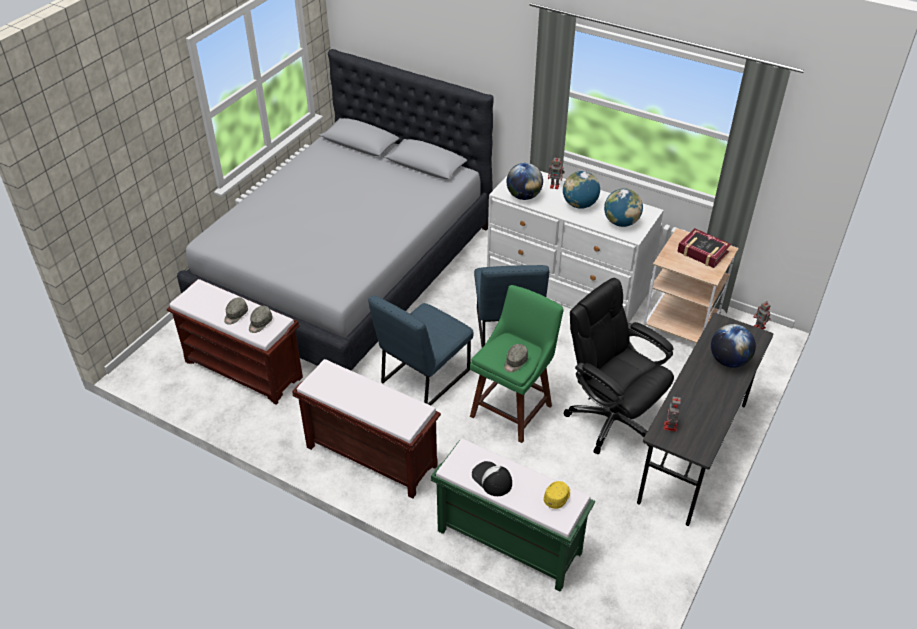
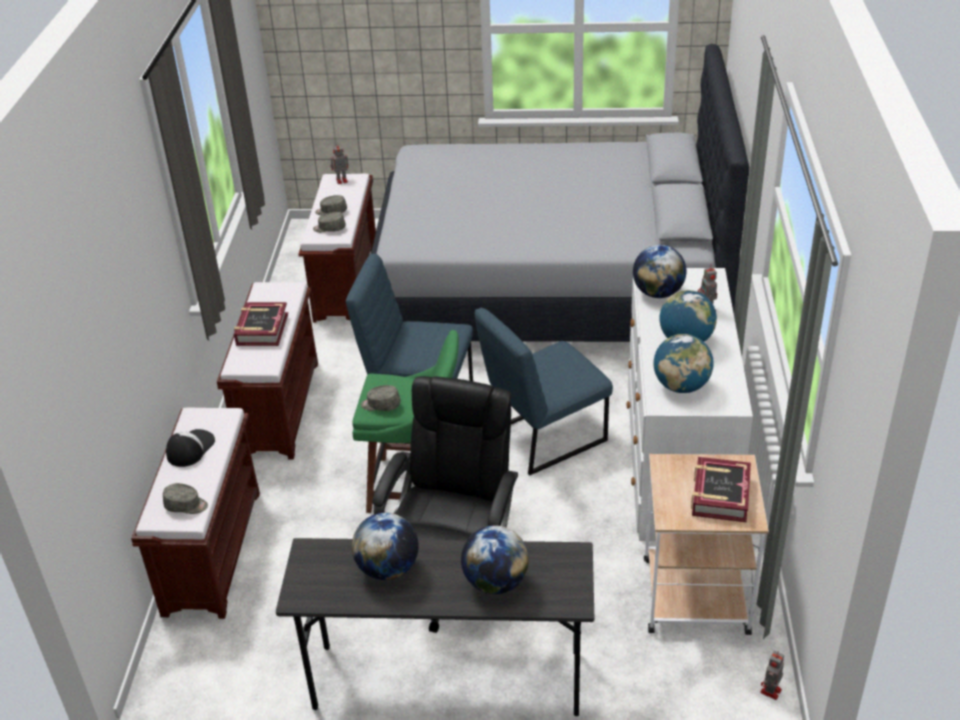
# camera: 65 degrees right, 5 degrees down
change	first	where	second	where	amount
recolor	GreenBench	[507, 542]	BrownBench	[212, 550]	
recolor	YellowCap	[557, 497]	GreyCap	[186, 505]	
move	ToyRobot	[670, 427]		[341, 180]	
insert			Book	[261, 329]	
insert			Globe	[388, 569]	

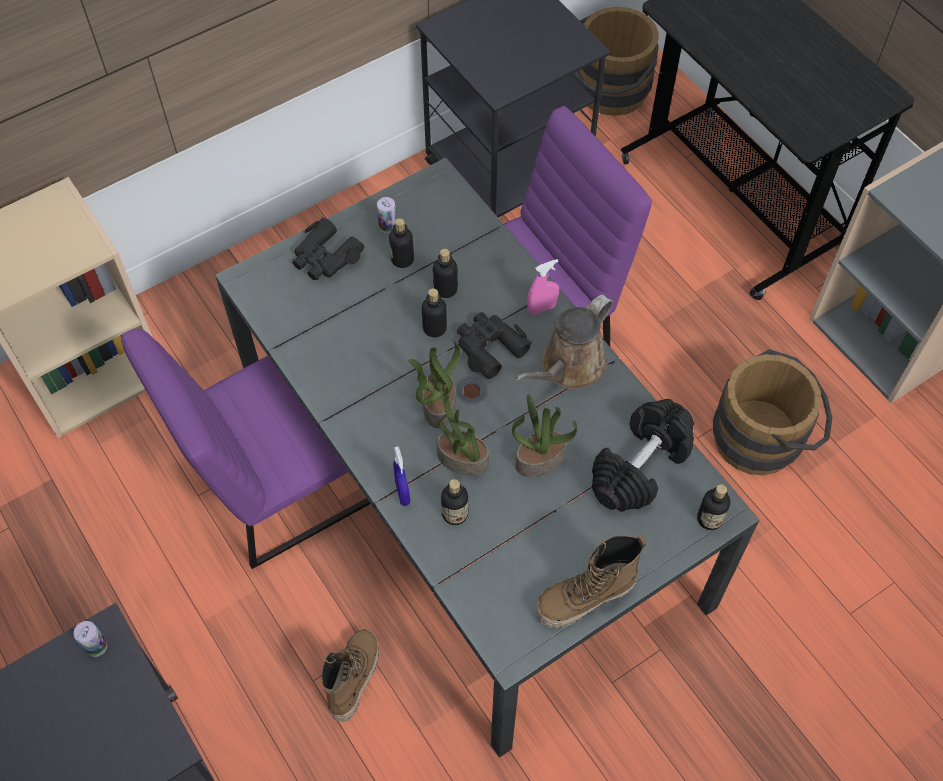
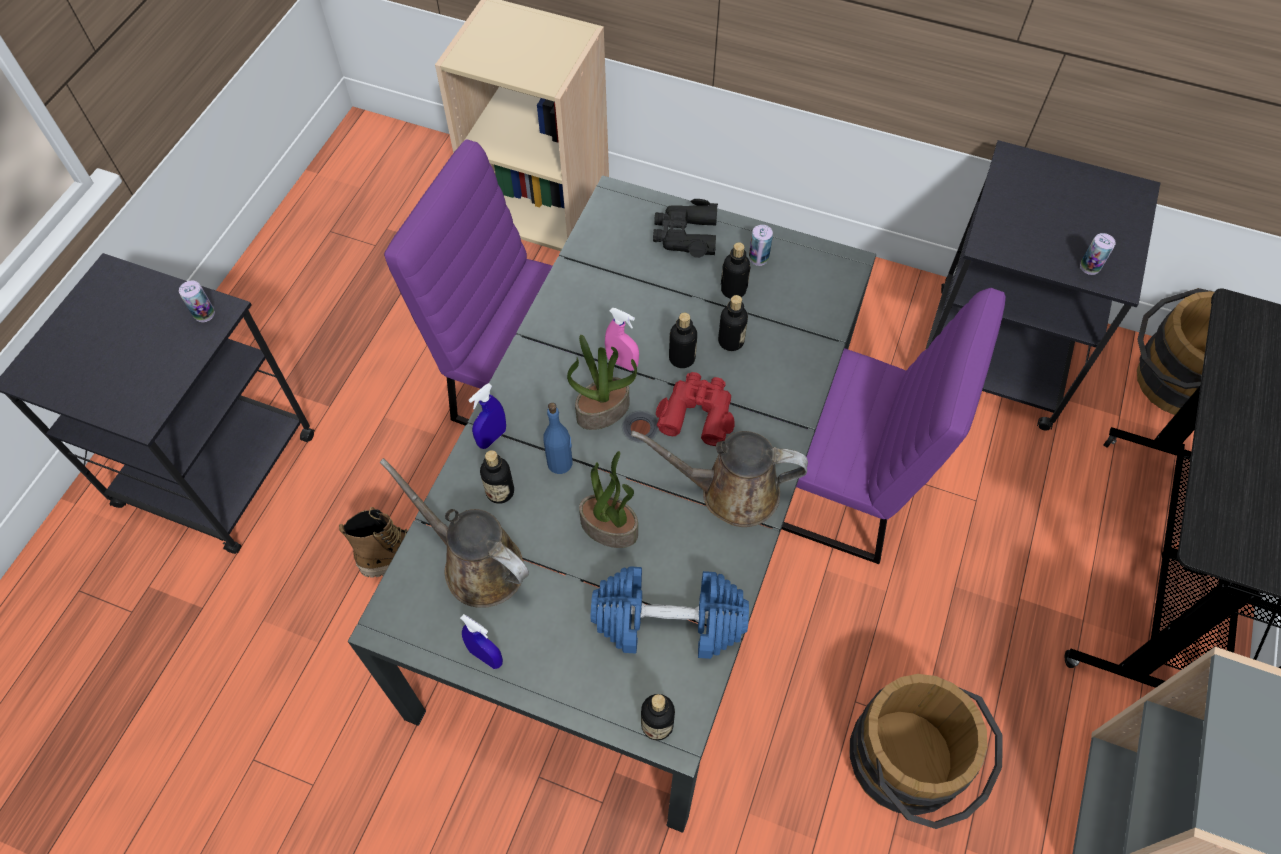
# camera: 55 degrees right, 0 degrees up
change	first	where	second	where	amount
replace	PottedPlant	[461, 459]	BlueBottle	[560, 463]	
recolor	BlackBinoculars	[489, 347]	RedBinoculars	[697, 412]	
move	PinkSprayBottle	[542, 308]		[622, 363]	
replace	Boot	[585, 599]	BlueSprayBottle	[486, 656]	
recolor	BlackDumbbell	[640, 467]	BlueDumbbell	[668, 622]	
insert			BrownWateringCan	[477, 564]	
insert			Can	[1089, 267]	

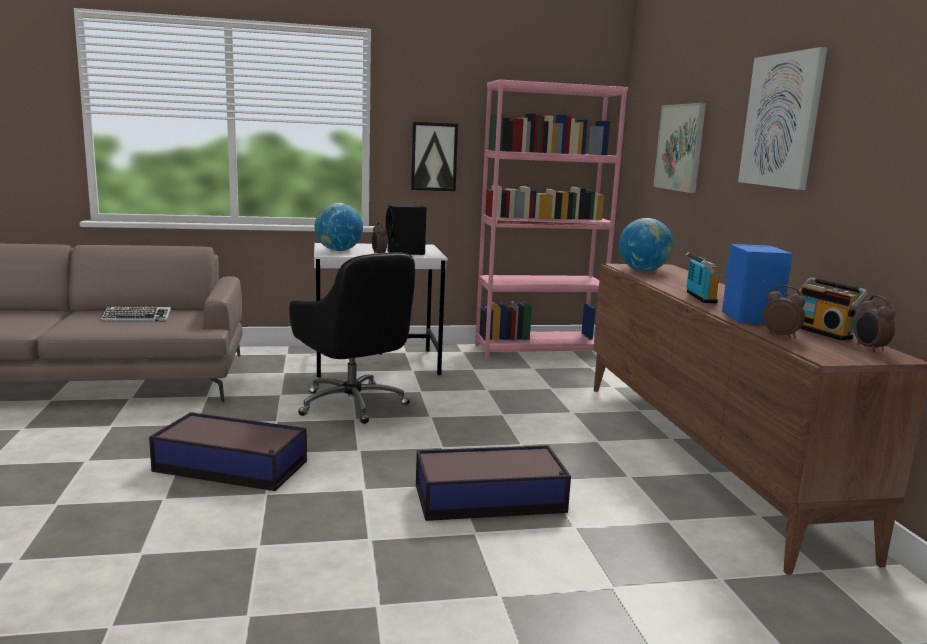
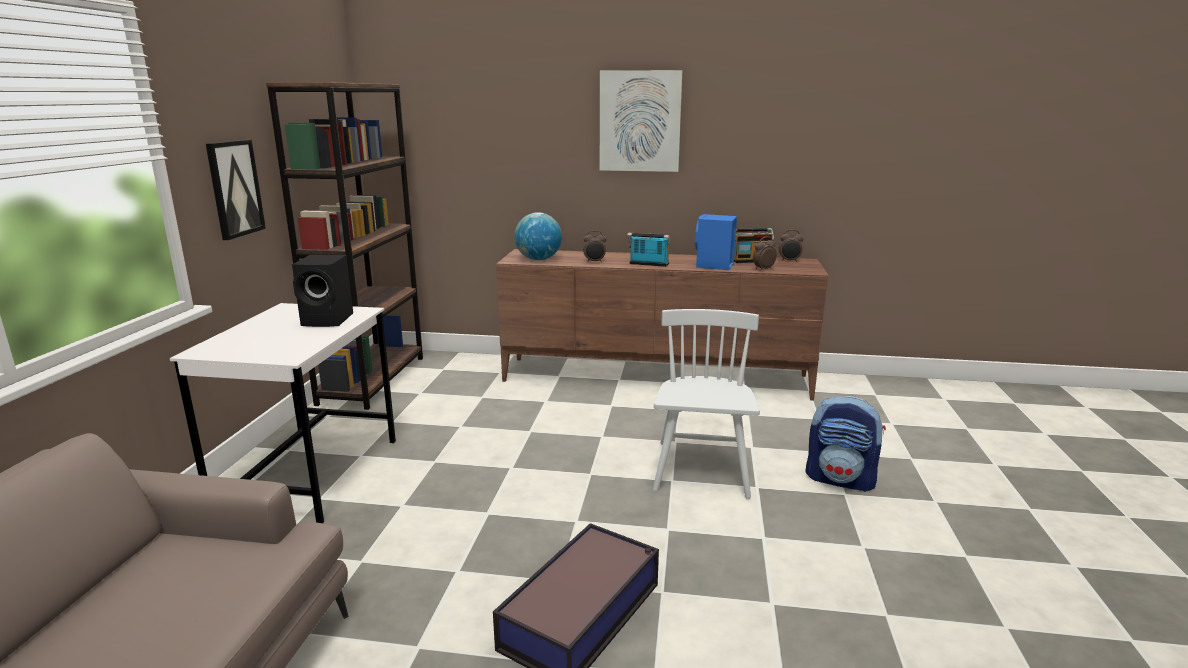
# camera: 70 degrees left, 5 degrees up
change	first	where	second	where	amount
delete	Keyboard	[137, 318]			
delete	BlackOfficeChair	[351, 404]			
delete	Globe	[338, 250]			
move	AlarmClock	[378, 254]		[594, 262]	
replace	StorageBox	[491, 498]	WhiteChair	[701, 469]	
recolor	PinkBookcase	[538, 351]	BrownBookcase	[373, 380]	
delete	Picture	[680, 147]			
insert			Backpack	[841, 479]	

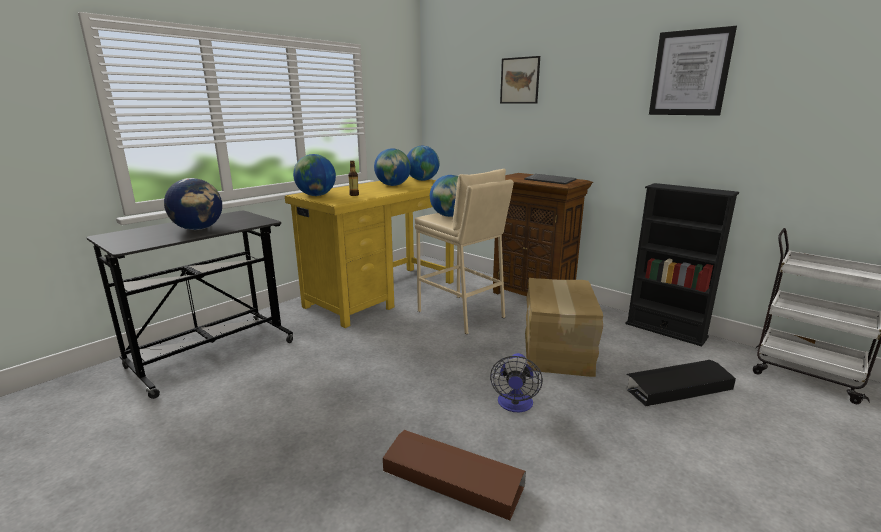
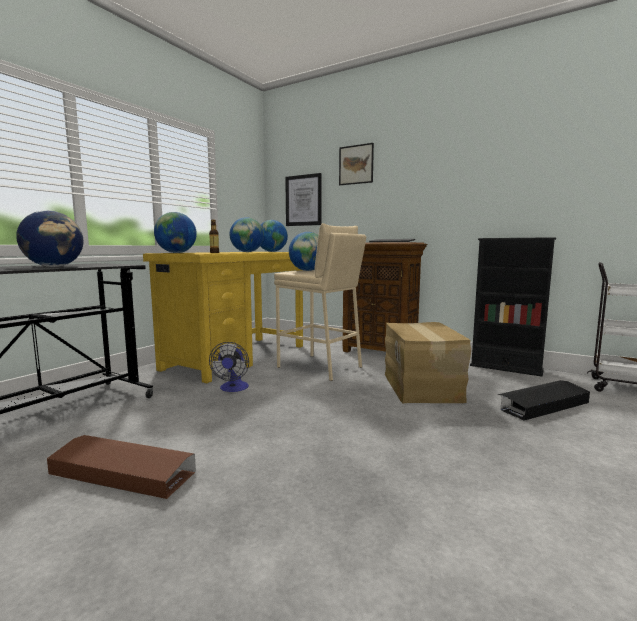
# camera: 10 degrees left, 10 degrees down
change	first	where	second	where	amount
move	BrownStorageBox	[452, 479]		[122, 473]	
move	Fan	[515, 405]		[233, 388]	
move	Picture	[690, 73]		[303, 200]	

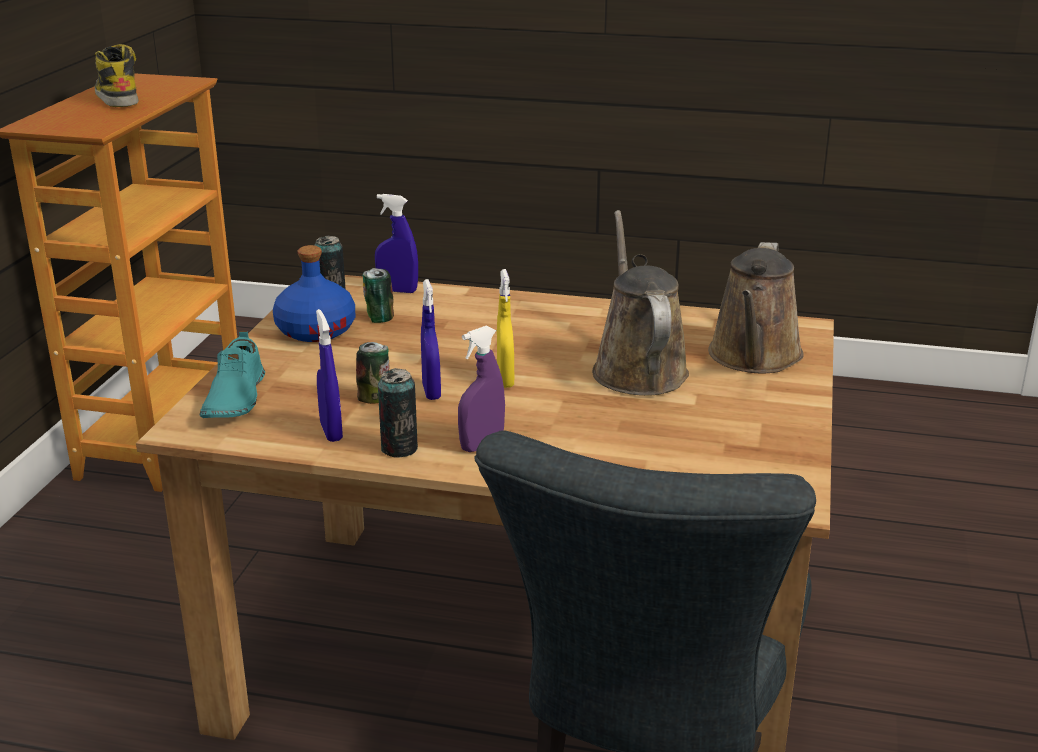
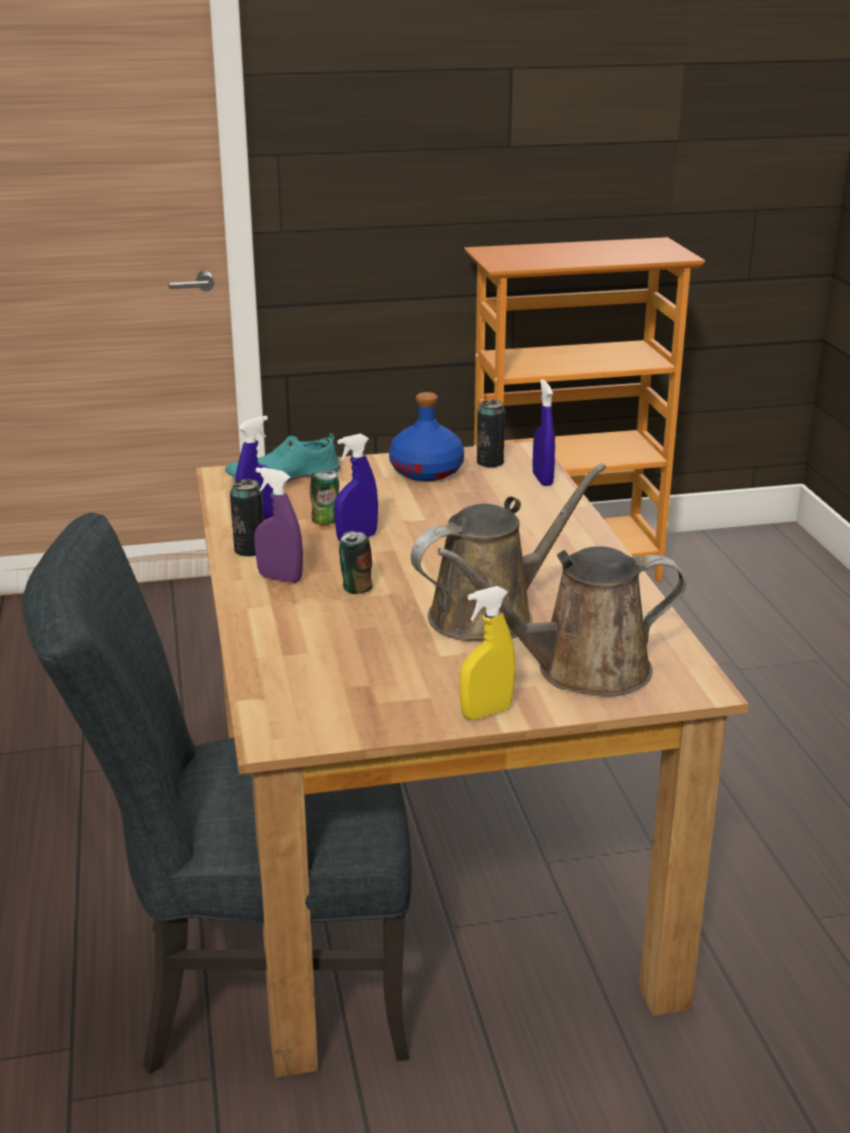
# camera: 65 degrees right, 0 degrees up
change	first	where	second	where	amount
delete	Boot	[117, 96]			
move	Can	[379, 318]		[356, 588]	
move	YellowSprayBottle	[505, 380]		[486, 712]	

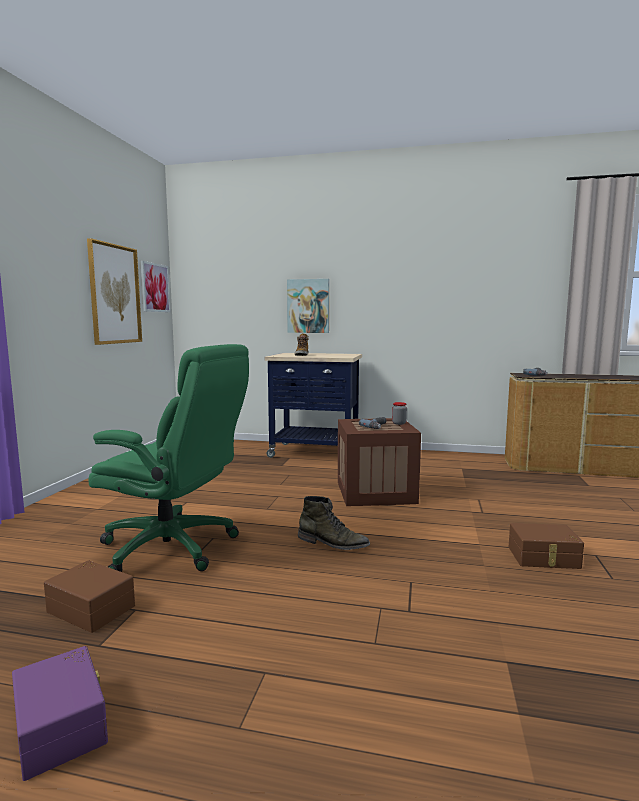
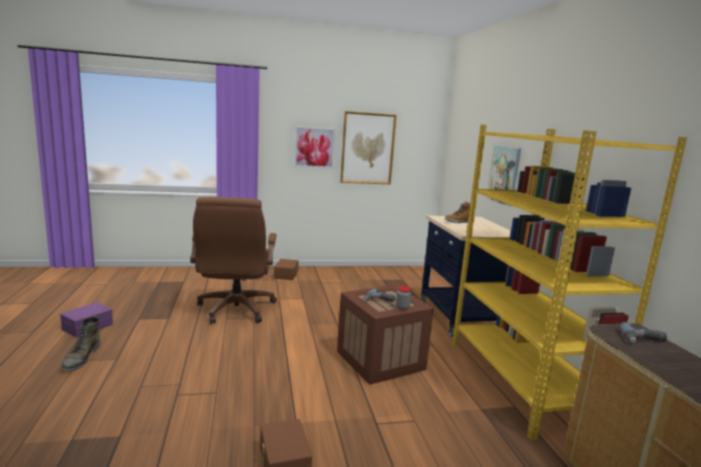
# camera: 65 degrees right, 5 degrees up
change	first	where	second	where	amount
move	BrownStorageBox	[92, 607]		[287, 275]	
recolor	GreenOfficeChair	[176, 549]	BrownOfficeChair	[234, 311]	
move	Picture	[155, 287]		[314, 147]	
move	GreenBoot	[333, 543]		[81, 358]	
insert			YellowBookcase	[522, 383]	

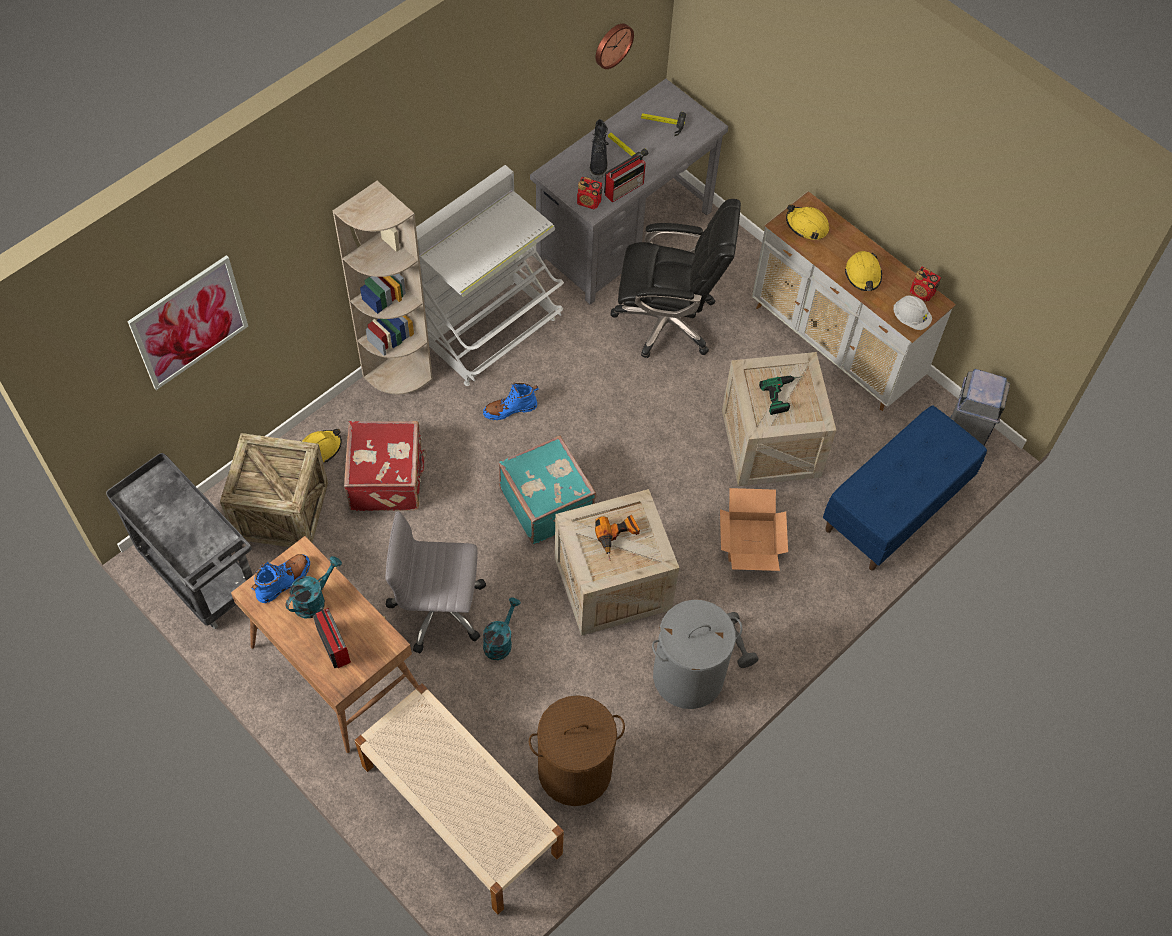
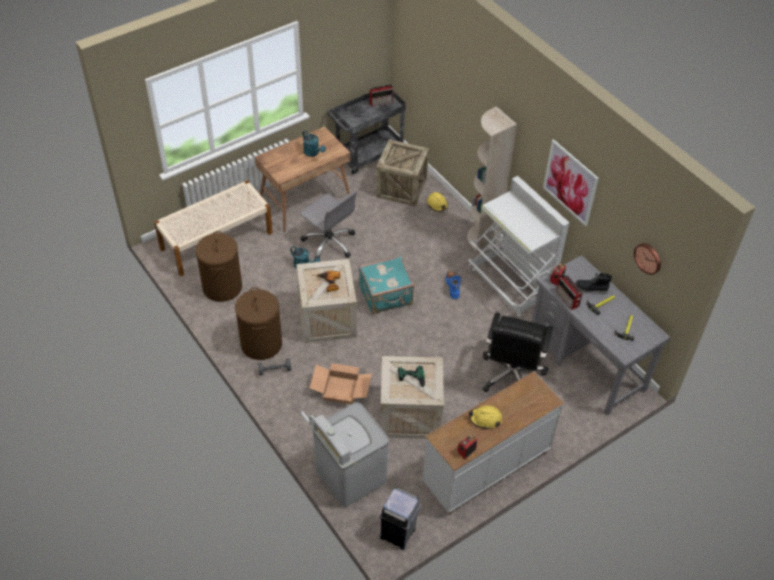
# camera: 100 degrees right, 10 degrees down
change	first	where	second	where	amount
move	Picture	[189, 322]		[570, 182]	
delete	BlueBoot	[284, 581]			
move	Radio	[334, 644]		[381, 102]	
delete	RedSuitcase	[388, 479]			
rotate	GreyOfficeChair	[438, 608]		[329, 243]	120 degrees clockwise
recolor	GreyLaundryBasket	[688, 676]	BrownLaundryBasket	[261, 344]	
delete	YellowHardHat	[806, 226]			
replace	BlueBench	[896, 507]	GreyWashingMachine	[349, 475]	
delete	WhiteHardHat	[910, 319]			

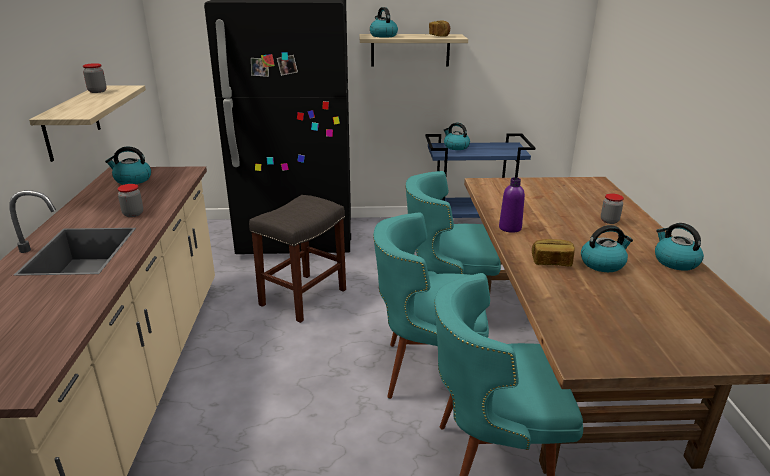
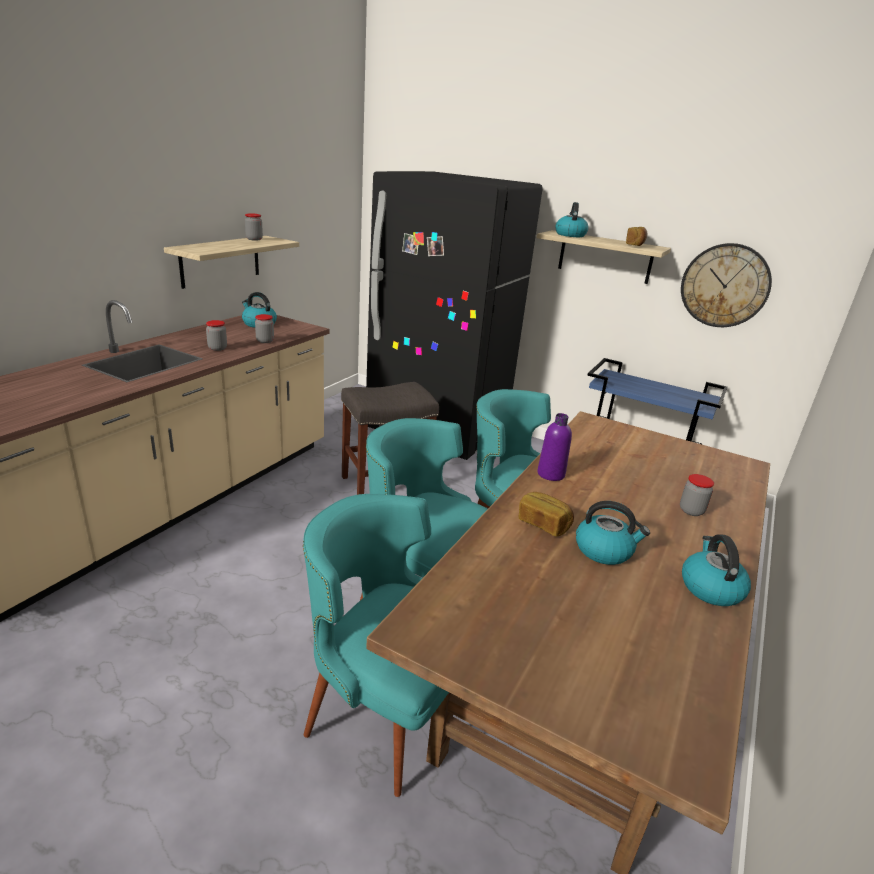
# camera: 30 degrees right, 0 degrees up
change	first	where	second	where	amount
delete	Kettle	[456, 147]			
insert			Jar	[265, 341]	
insert			WallClock	[725, 285]	

